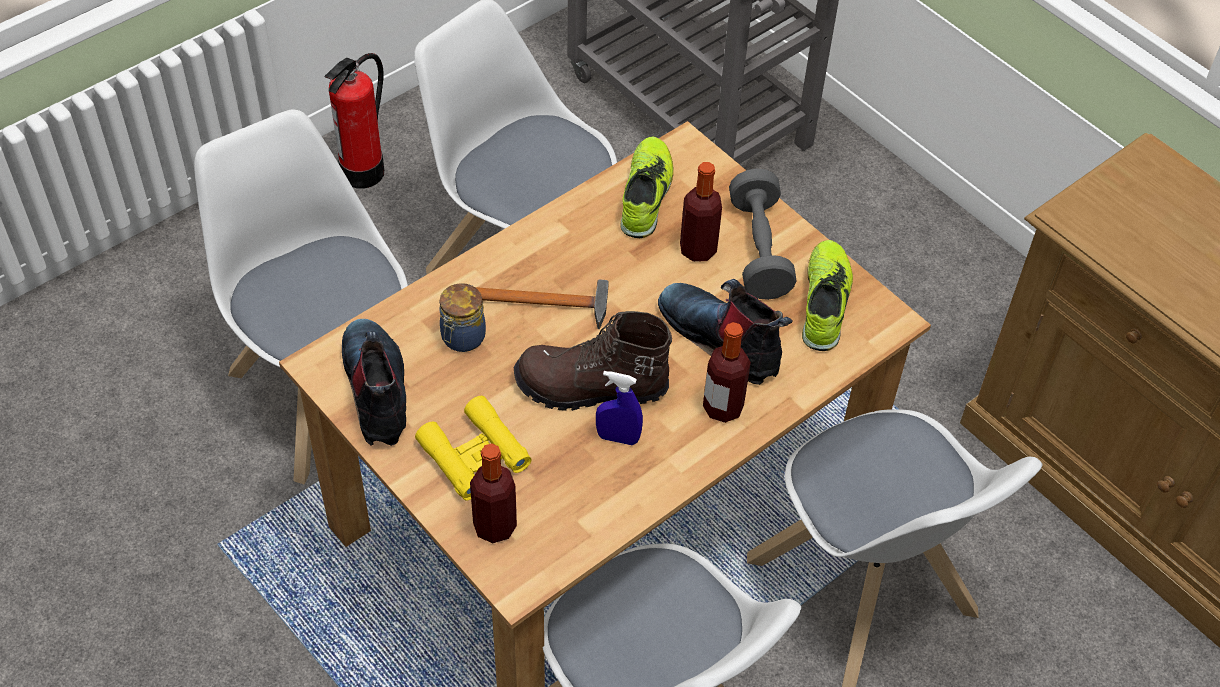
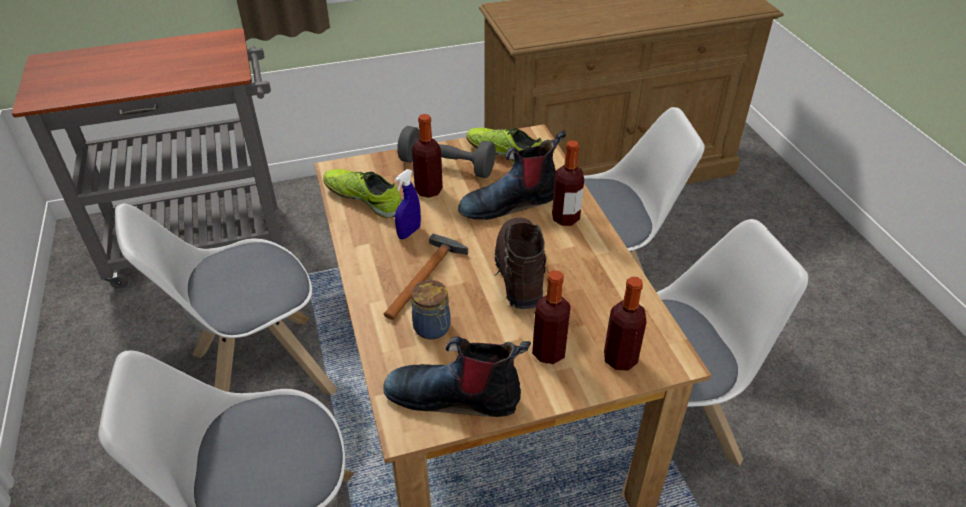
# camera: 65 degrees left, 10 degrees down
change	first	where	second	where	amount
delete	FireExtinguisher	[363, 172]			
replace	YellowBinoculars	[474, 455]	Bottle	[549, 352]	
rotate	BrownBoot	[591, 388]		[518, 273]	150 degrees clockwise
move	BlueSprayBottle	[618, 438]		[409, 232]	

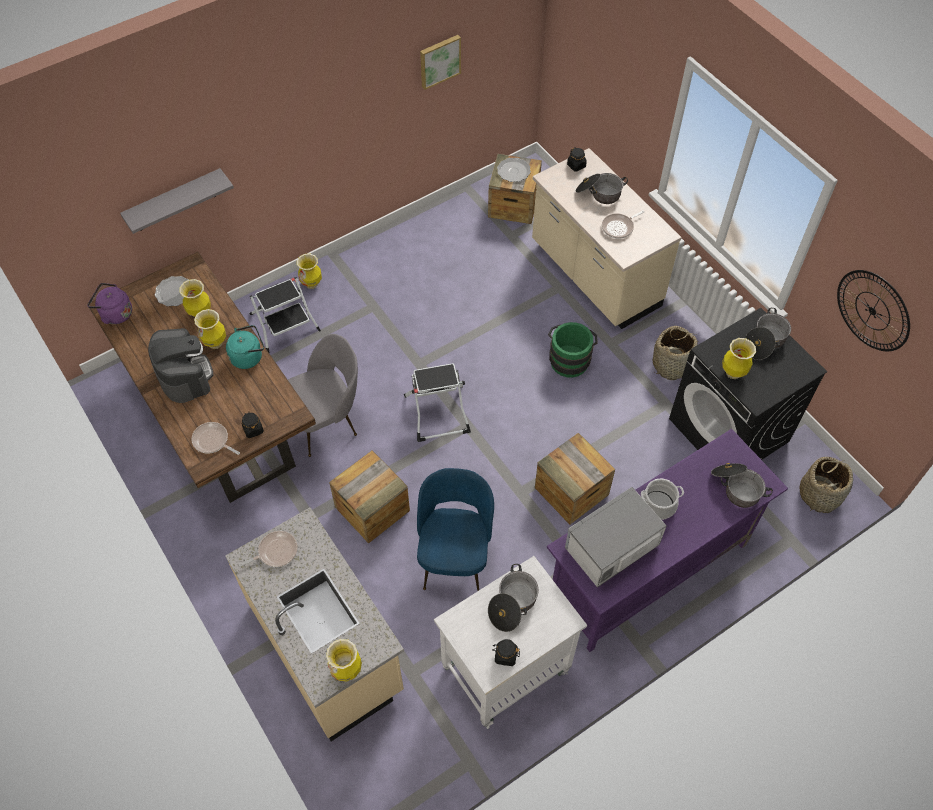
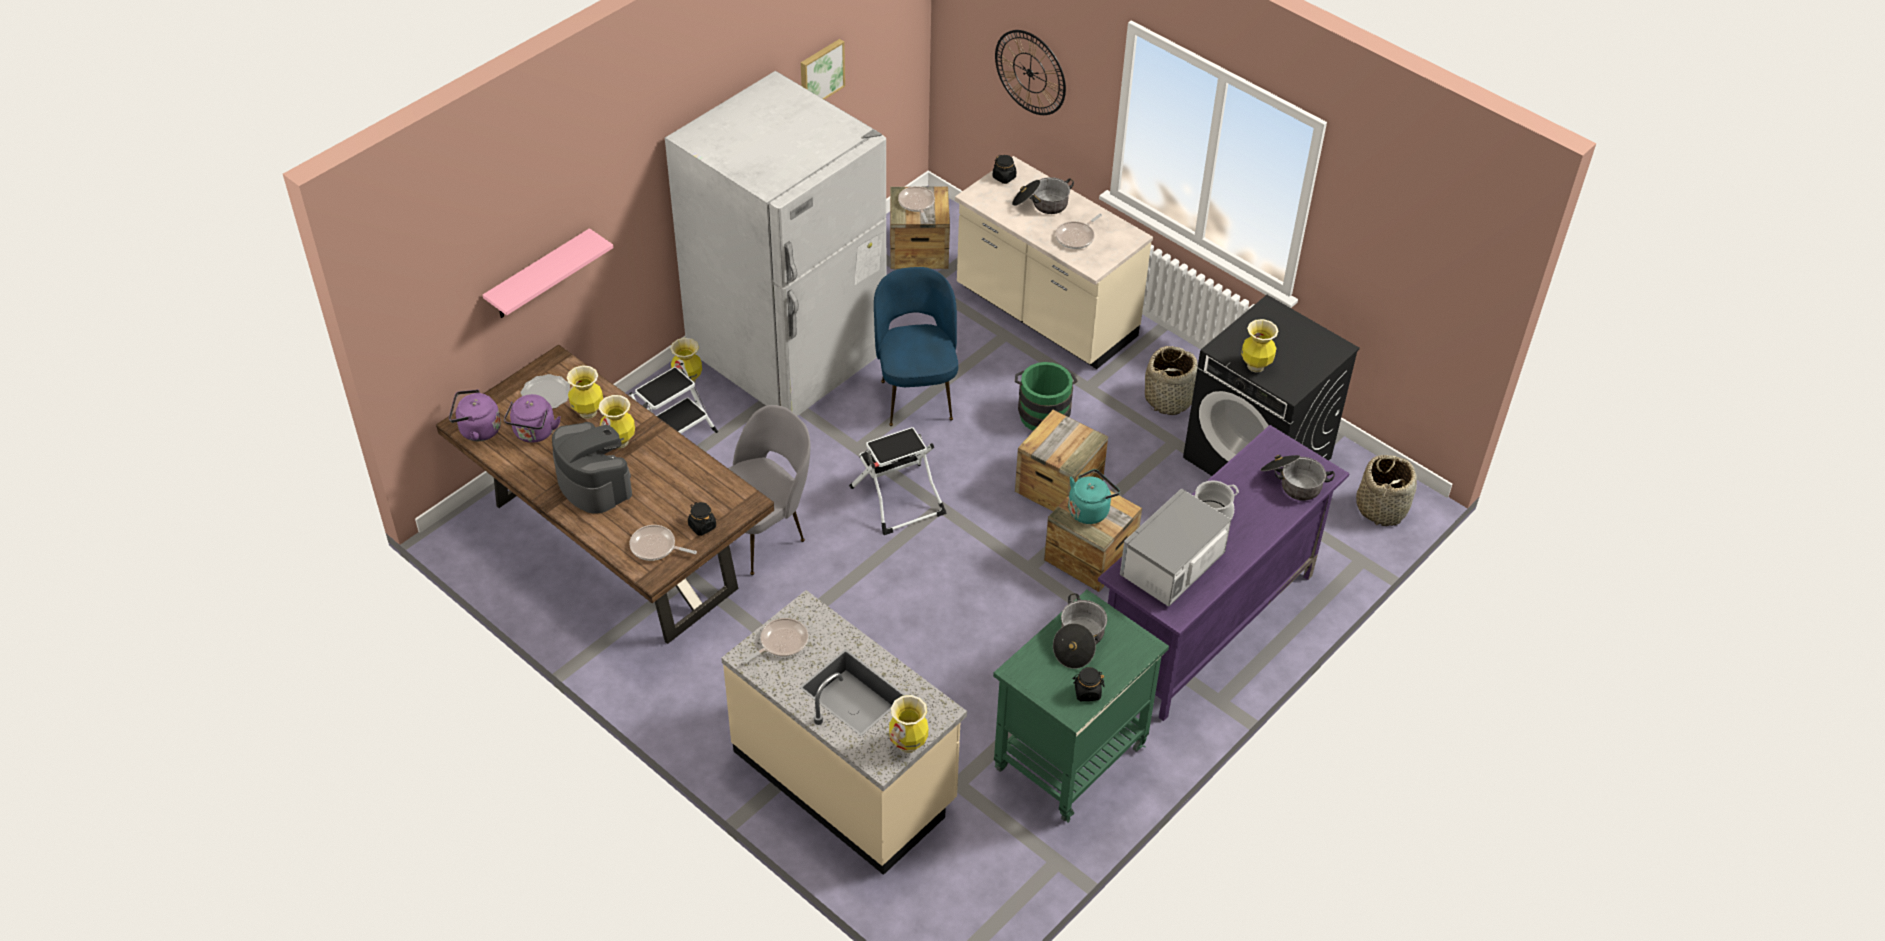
# camera: 15 degrees left, 10 degrees down
change	first	where	second	where	amount
recolor	GreyShelf	[174, 201]	PinkShelf	[539, 276]	
move	TurquoiseKettle	[248, 356]		[1090, 510]	
move	Crate	[372, 509]		[1059, 486]	
move	BlueChair	[455, 559]		[916, 395]	
recolor	WhiteCart	[504, 670]	GreenCart	[1069, 759]	
replace	Plate	[513, 171]	FryingPan	[916, 204]	
delete	CookingPot	[764, 341]			
move	WallClock	[872, 310]		[1030, 72]	
insert			PurpleKettle	[534, 433]	
insert			WhiteFridge	[788, 352]	

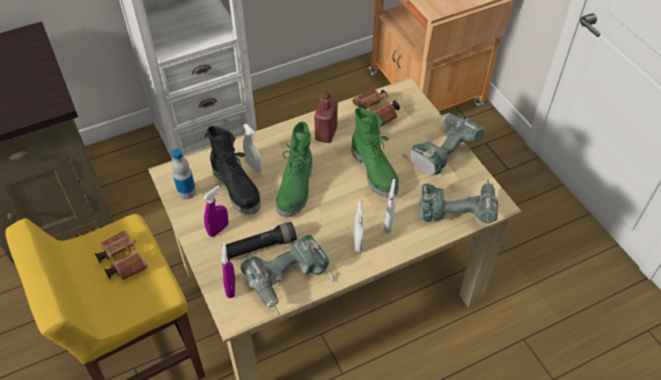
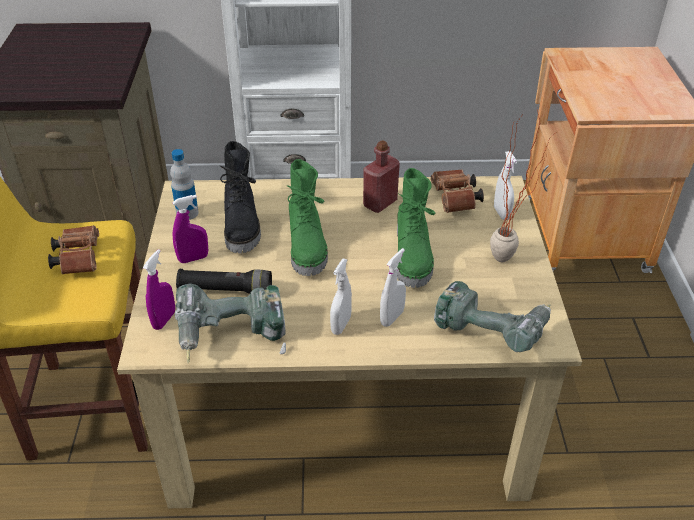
# camera: 25 degrees right, 10 degrees down
change	first	where	second	where	amount
move	WhiteSprayBottle	[253, 166]		[501, 213]	
rotate	GreenBoot	[297, 189]		[308, 247]	45 degrees counterclockwise
replace	PowerDrill	[439, 151]	PottedPlant	[510, 260]	

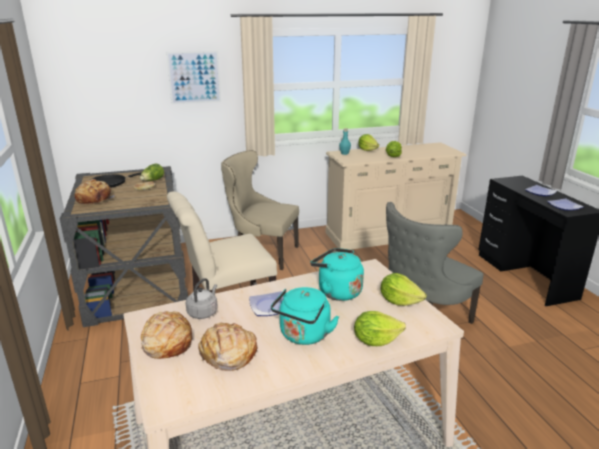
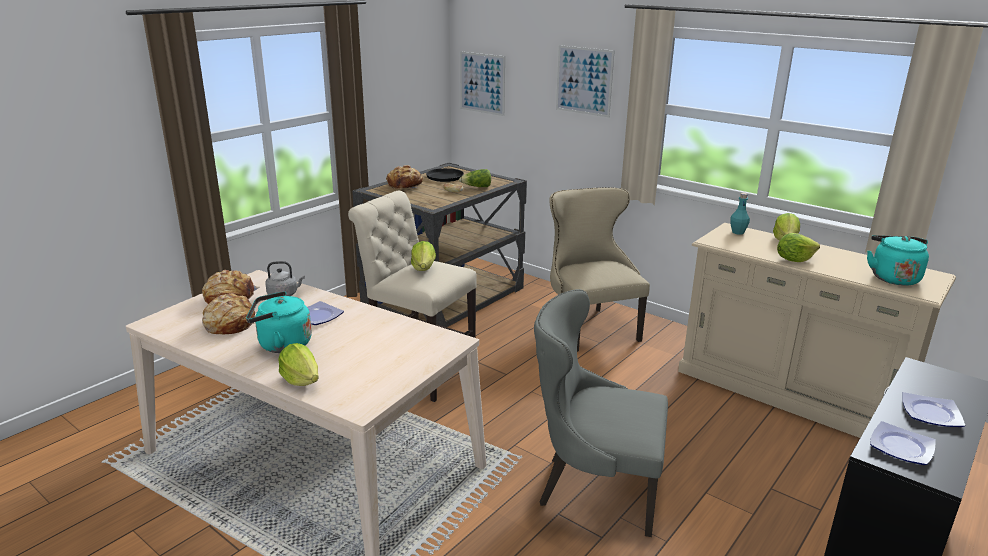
# camera: 55 degrees right, 0 degrees up
change	first	where	second	where	amount
move	TurquoiseKettle	[337, 291]		[892, 277]	
move	Lettuce	[399, 301]		[423, 268]	
insert			Picture	[482, 83]	

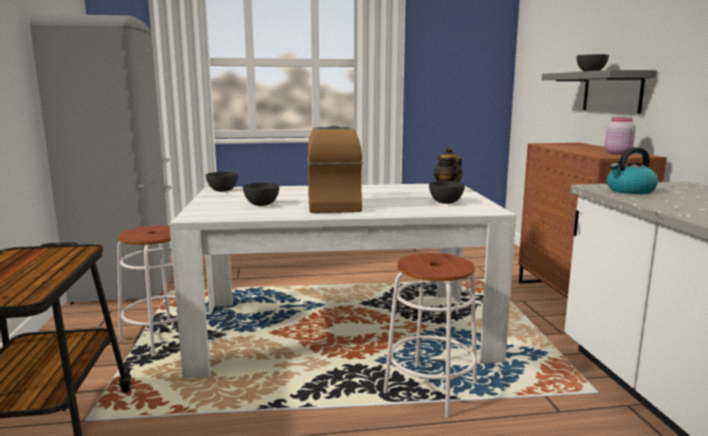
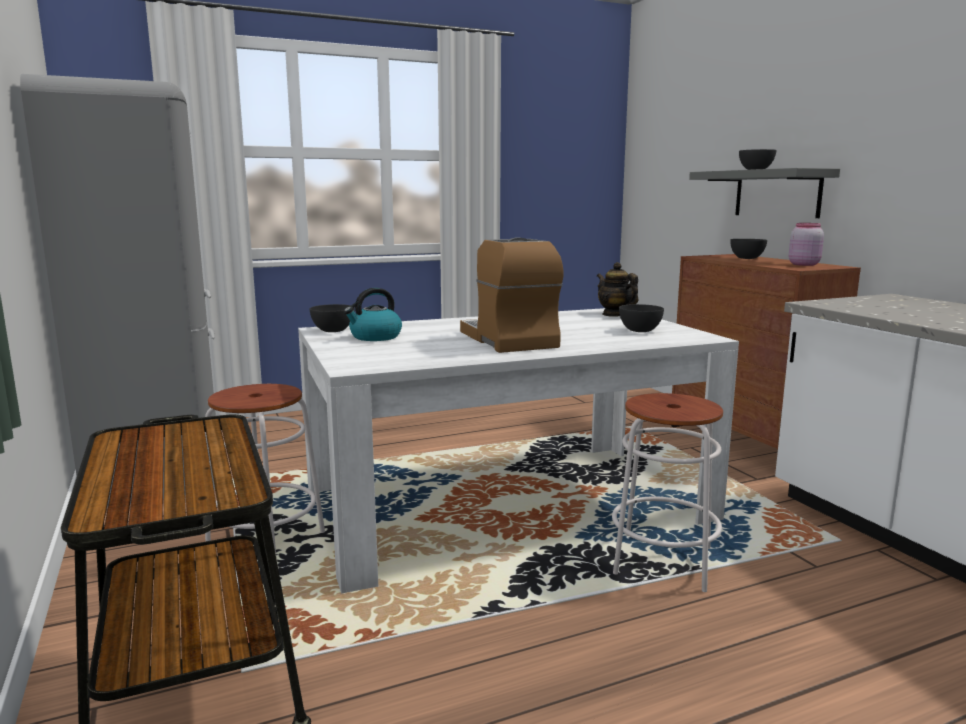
# camera: 15 degrees left, 0 degrees up
change	first	where	second	where	amount
move	GreyBowl	[261, 204]		[747, 258]	
move	Kettle	[630, 191]		[375, 337]	

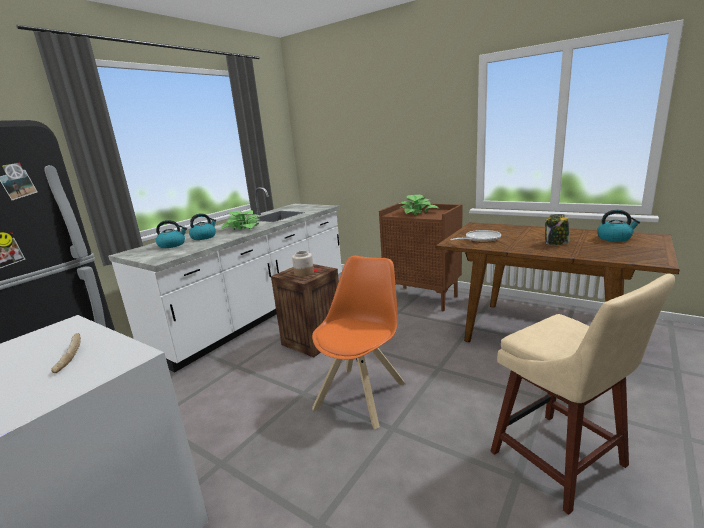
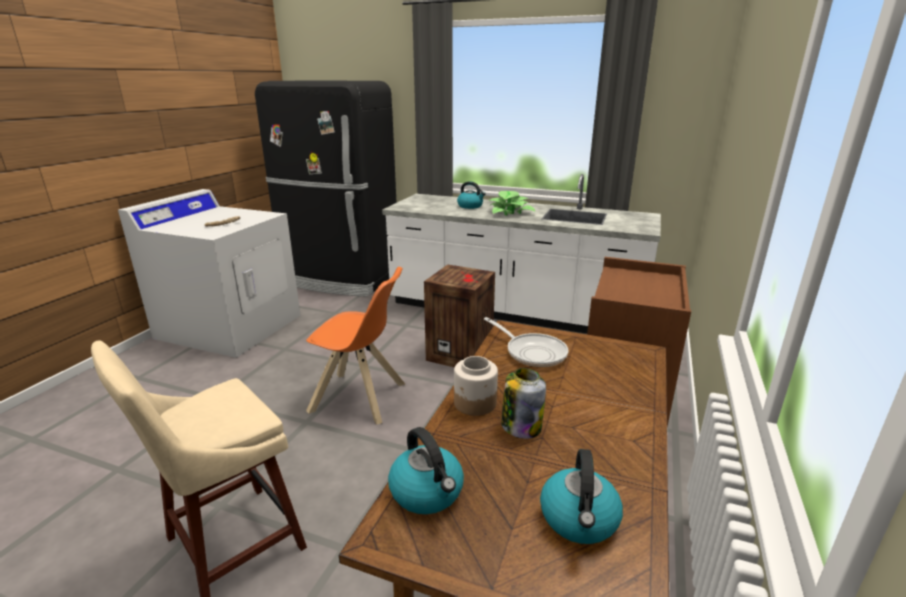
# camera: 75 degrees right, 5 degrees up
change	first	where	second	where	amount
move	Kettle	[172, 245]		[427, 492]	
move	Jar	[304, 273]		[475, 403]	
delete	PottedPlant	[417, 212]			

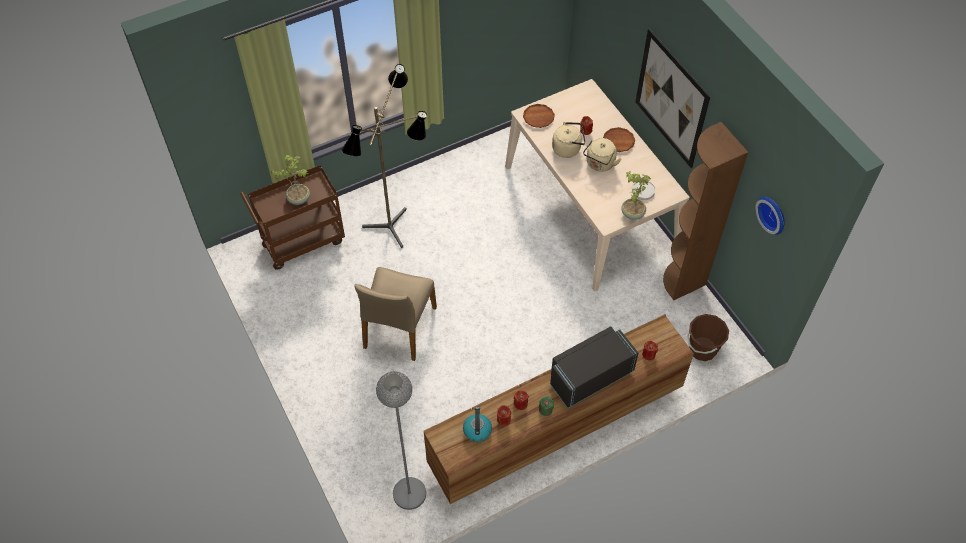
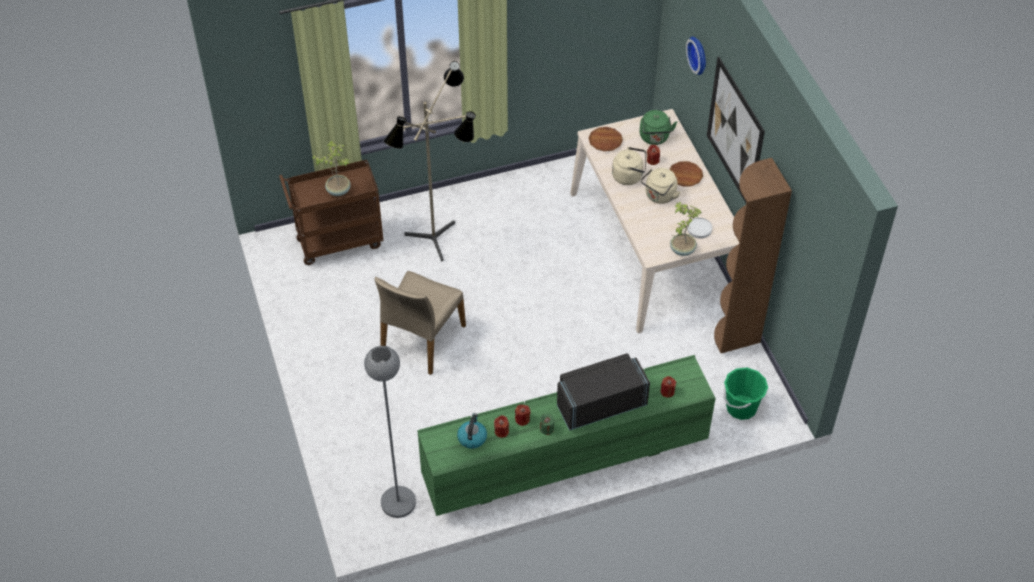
# camera: 10 degrees right, 5 degrees down
change	first	where	second	where	amount
recolor	BrownCabinet	[557, 430]	GreenCabinet	[565, 465]	
recolor	BrownBucket	[702, 349]	GreenBucket	[741, 407]	
move	WallClock	[773, 214]		[699, 55]	
insert			GreenKettle	[654, 138]	

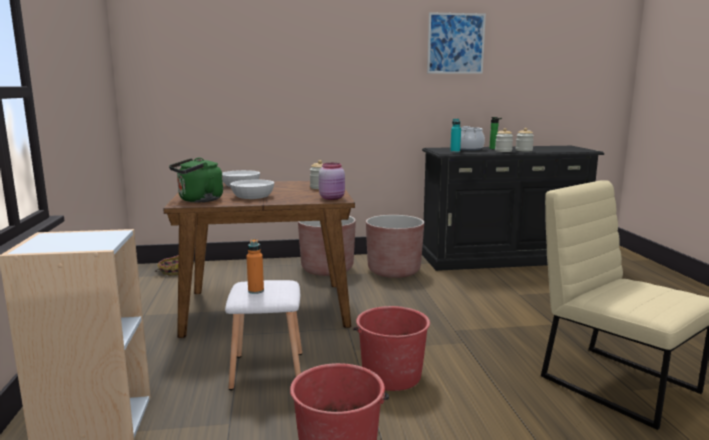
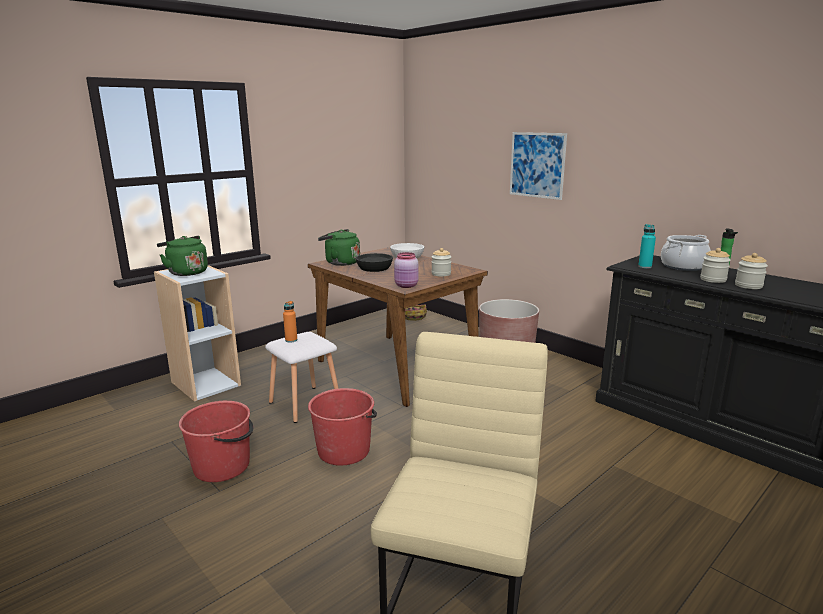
# camera: 55 degrees right, 5 degrees up
change	first	where	second	where	amount
recolor	WhiteBowl	[253, 196]	BlackBowl	[374, 269]	
delete	BrownPlanter	[394, 271]			
move	Picture	[456, 43]		[537, 165]	
insert			GreenKettle	[186, 272]	

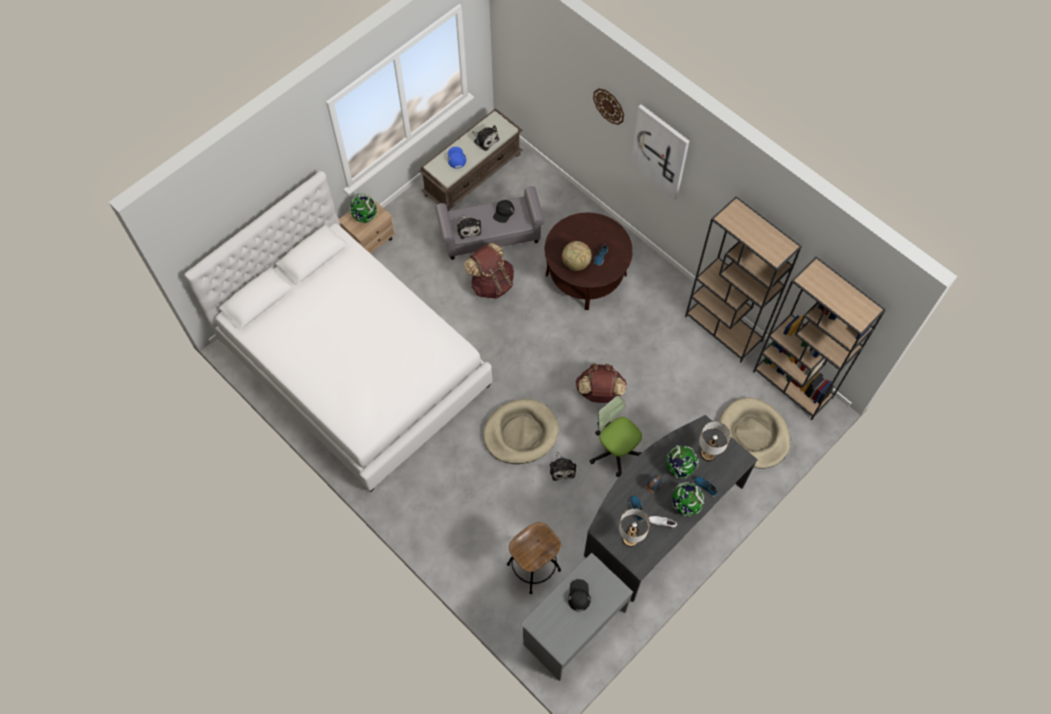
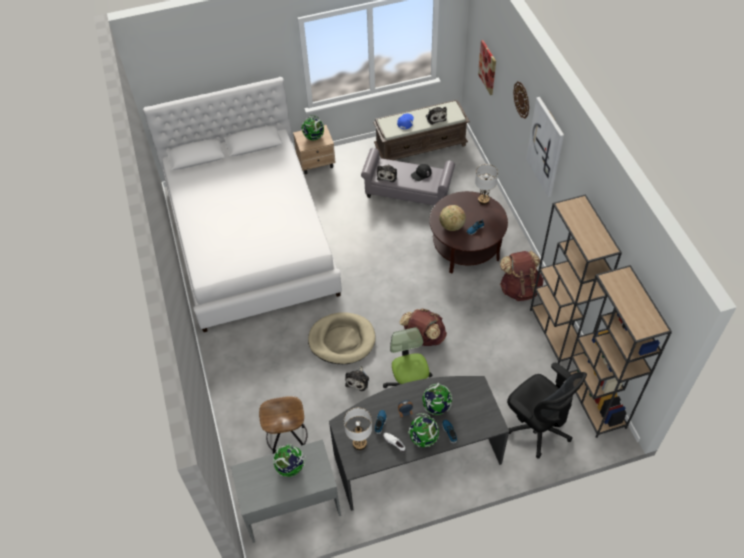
# camera: 30 degrees right, 10 degrees down
change	first	where	second	where	amount
move	BrownBackpack	[491, 283]		[519, 288]	
replace	BlackCap	[579, 595]	Globe	[290, 467]	
move	TableLamp	[708, 454]		[483, 200]	
replace	BeigeDogBed	[753, 435]	BlackOfficeChair	[535, 426]	
insert			Picture	[487, 67]	

